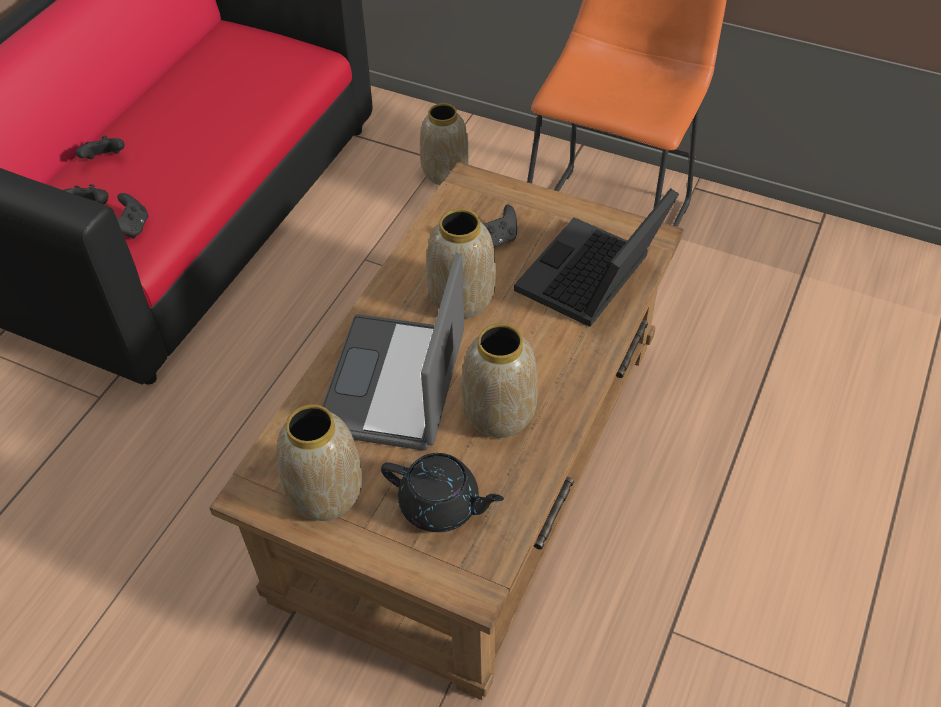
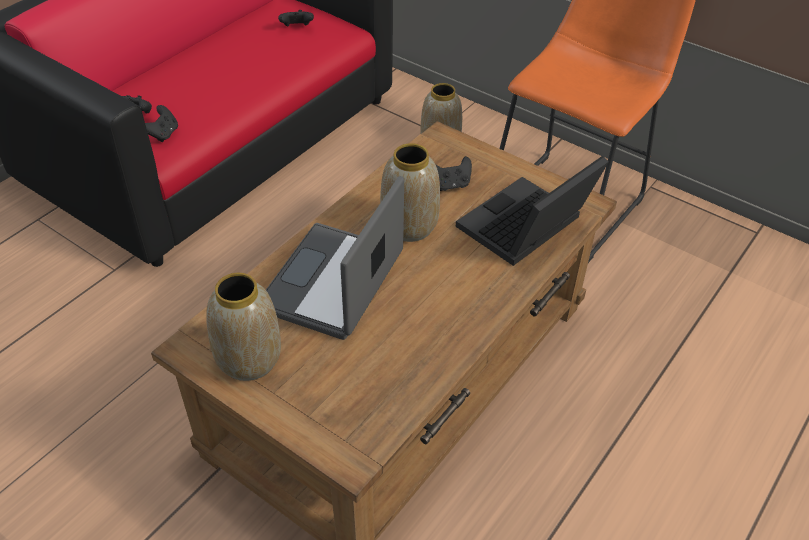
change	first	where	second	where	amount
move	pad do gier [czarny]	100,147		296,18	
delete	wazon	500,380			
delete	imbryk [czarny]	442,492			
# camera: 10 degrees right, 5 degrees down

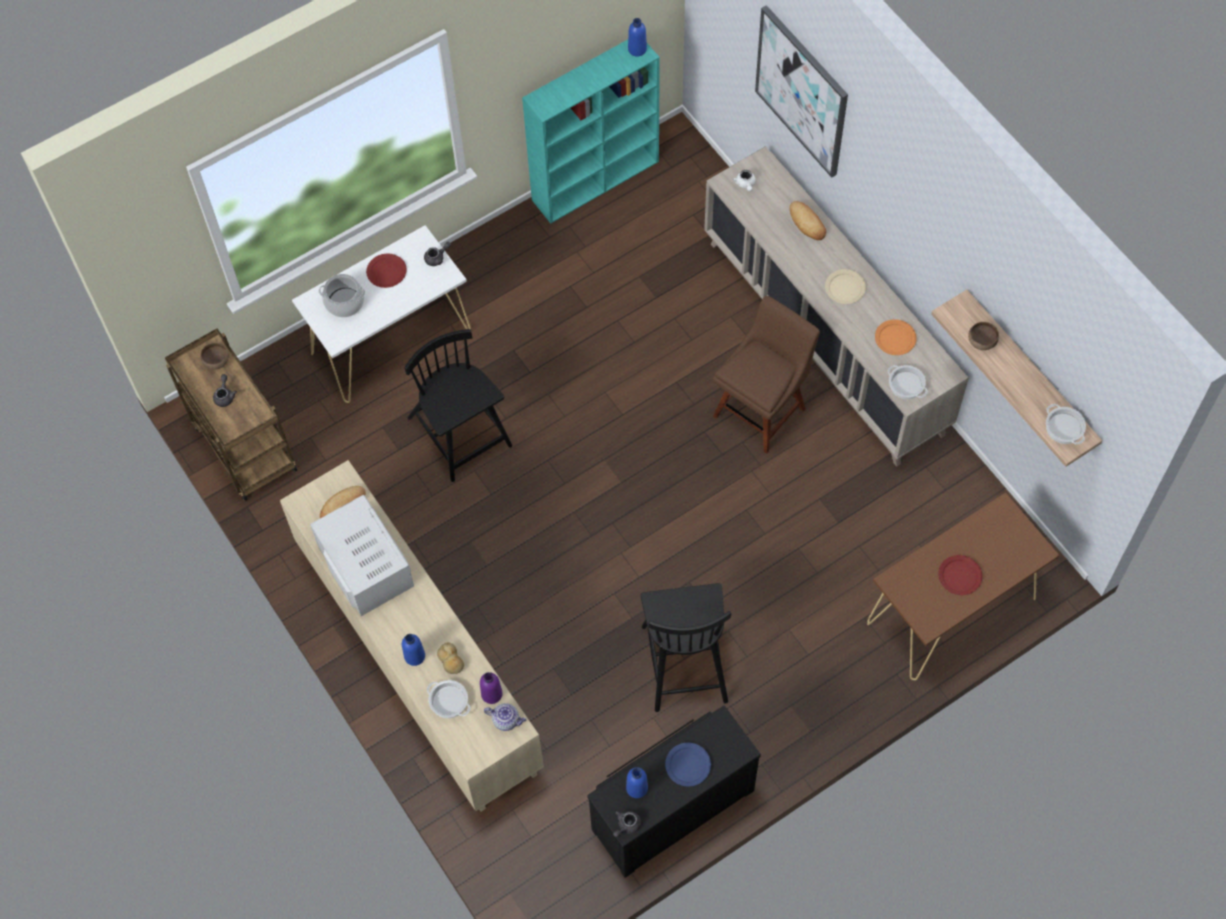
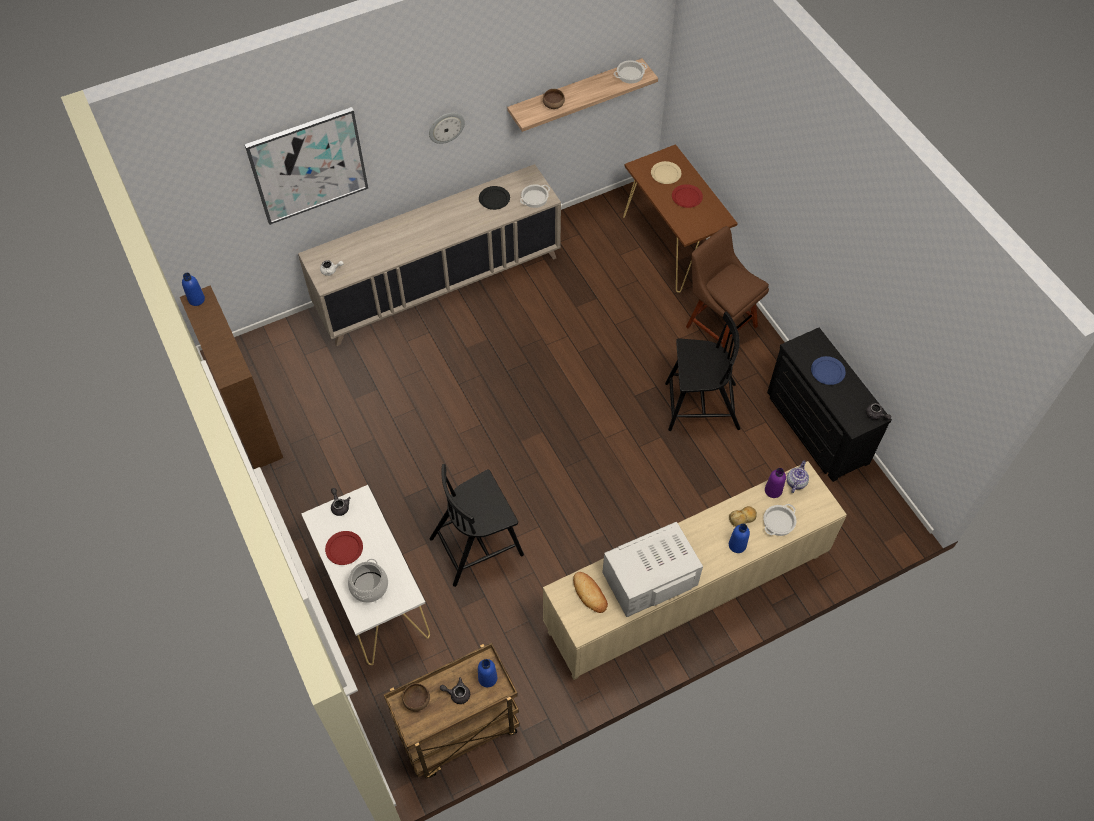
change	first	where	second	where	amount
recolor	regał [turkusowy]	591,132	regał [brązowy]	231,377	
delete	chleb	808,220			
move	talerz [beżowy]	845,286		666,172	
move	krzesło [brązowy]	766,375		727,288	
recolor	talerz [pomarańczowy]	896,337	talerz [czarny]	494,198	
move	butelka [niebieski]	637,782		487,673	
insert			zegar ścienny	447,128	
# camera: 85 degrees left, 5 degrees down

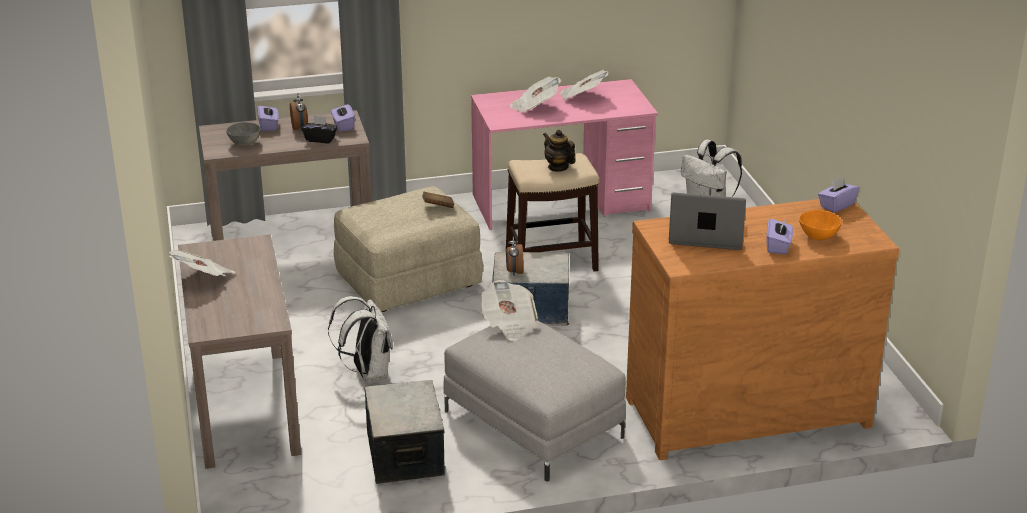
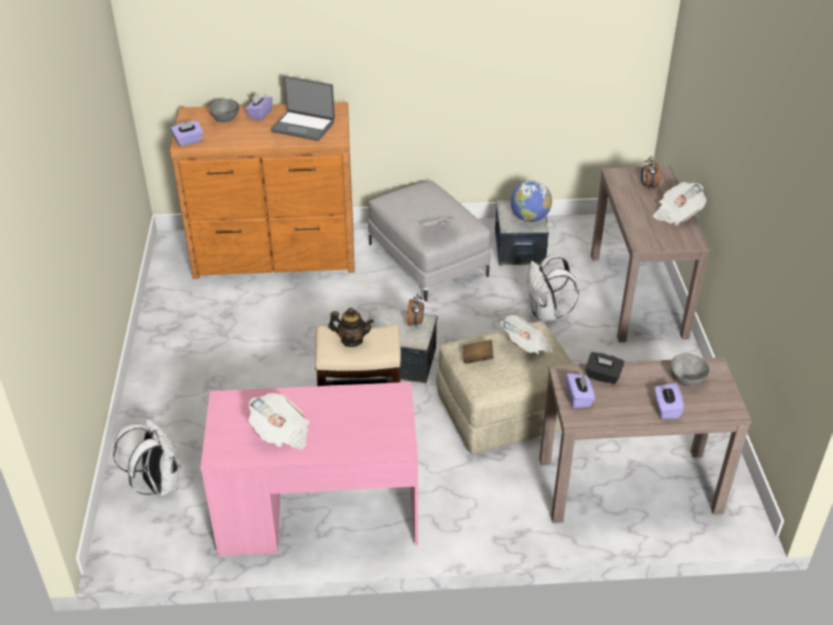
change	first	where	second	where	amount
move	gazeta	535,95		526,334	
move	budzik	299,111		650,173	
rotate	imbryk	559,150		351,327	45 degrees counterclockwise
recolor	miska [pomarańczowy]	820,225	miska [szary]	224,110	
insert			globus	531,201	
# camera: 170 degrees left, 10 degrees up

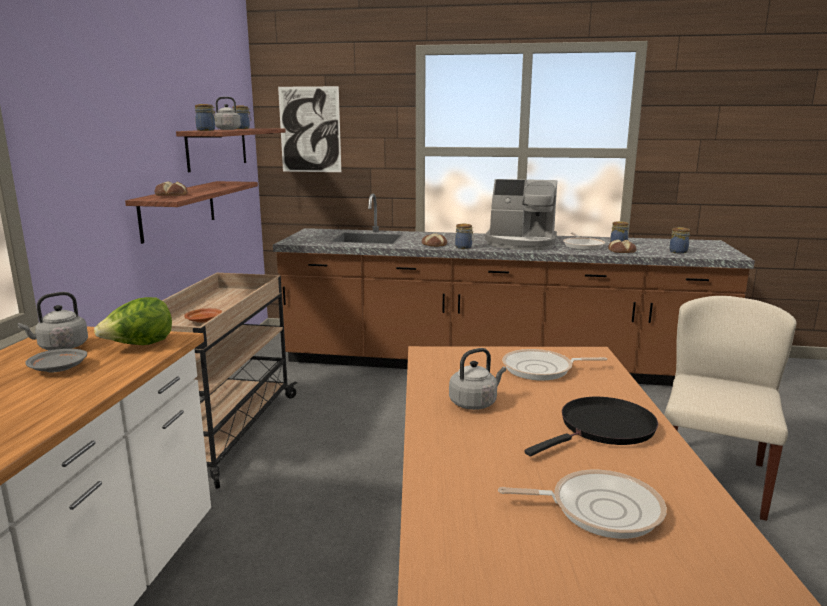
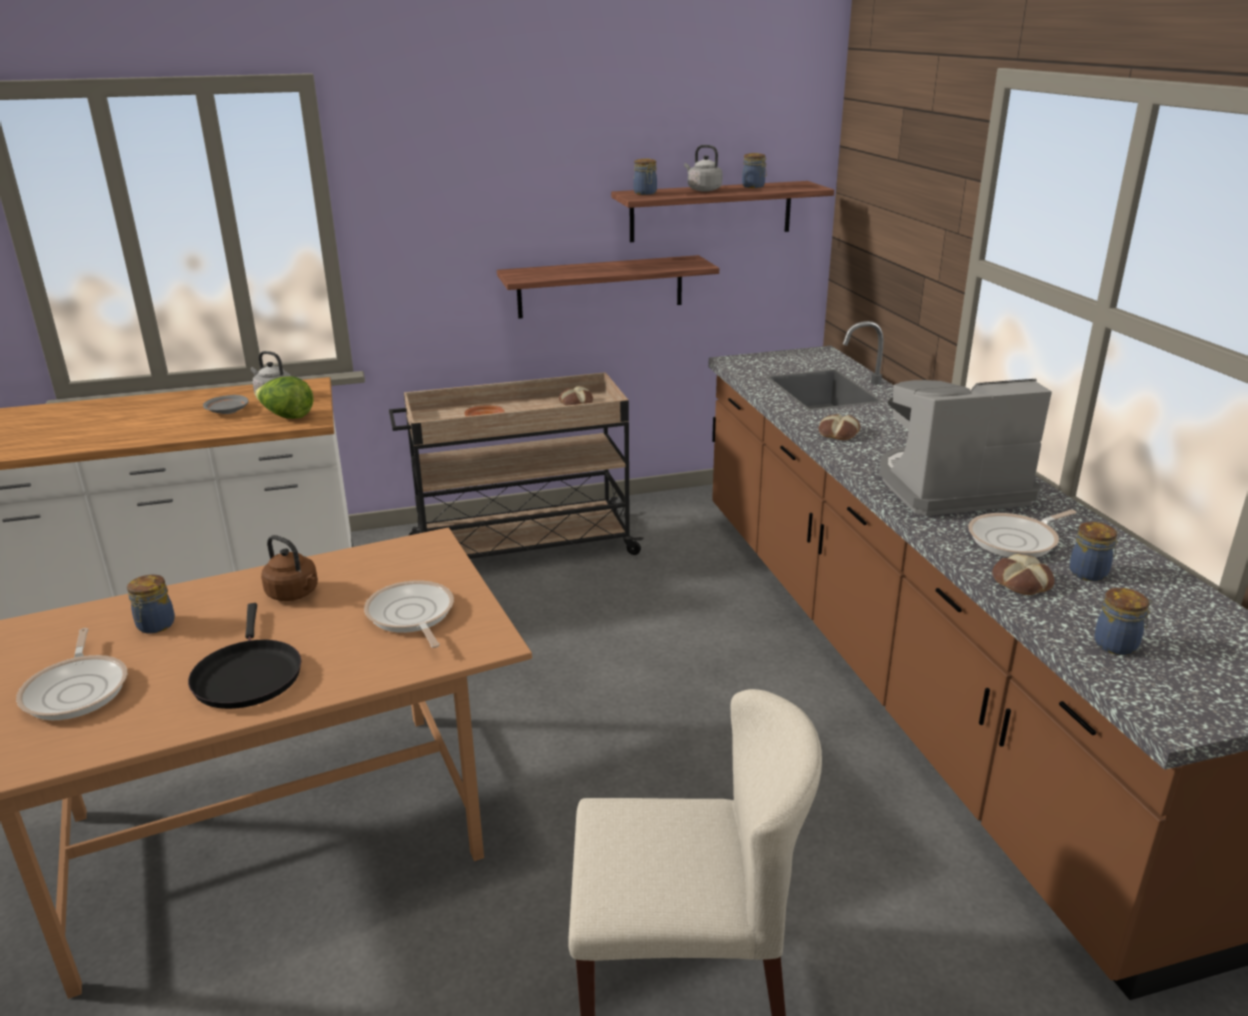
change	first	where	second	where	amount
delete	obraz	309,129			
rotate	ekspres do kawy	521,214		965,447	90 degrees clockwise
move	chleb	171,188		576,396	
move	słoik	464,236		151,604	
recolor	czajnik [szary]	477,379	czajnik [brązowy]	289,568	
rotate	patelnia [czarny]	591,427		244,656	45 degrees clockwise
# camera: 65 degrees right, 10 degrees up

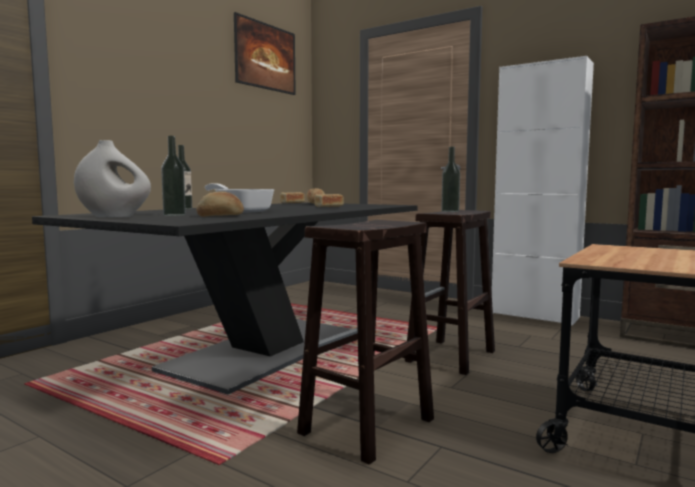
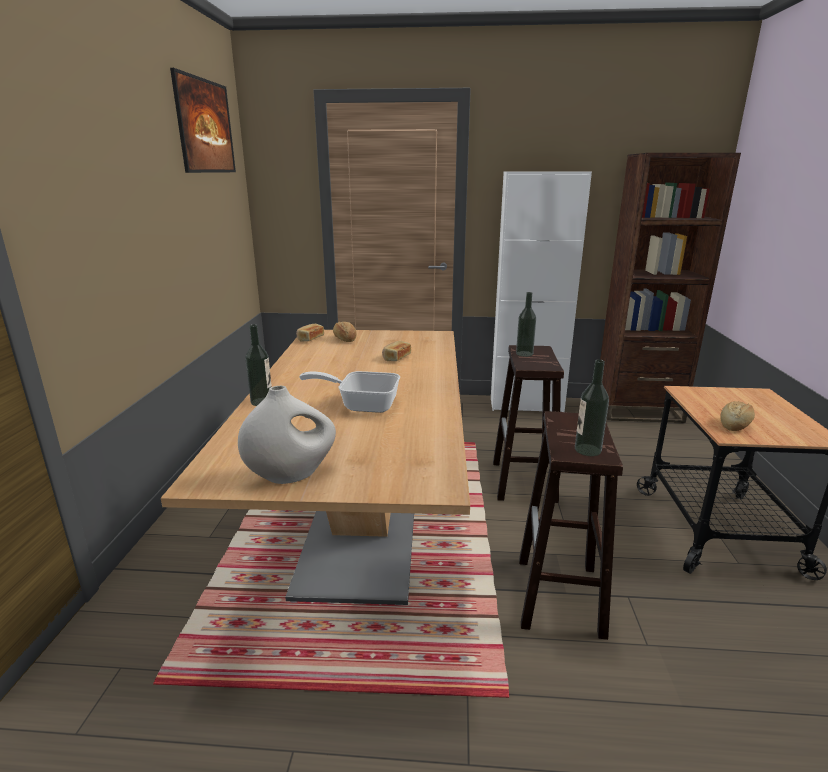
change	first	where	second	where	amount
move	butelka	173,176		592,407	
move	chleb	220,204		738,416	
recolor	stół jadalny [czarny]	225,298	stół jadalny [beżowy]	315,467	
# camera: 30 degrees left, 15 degrees up

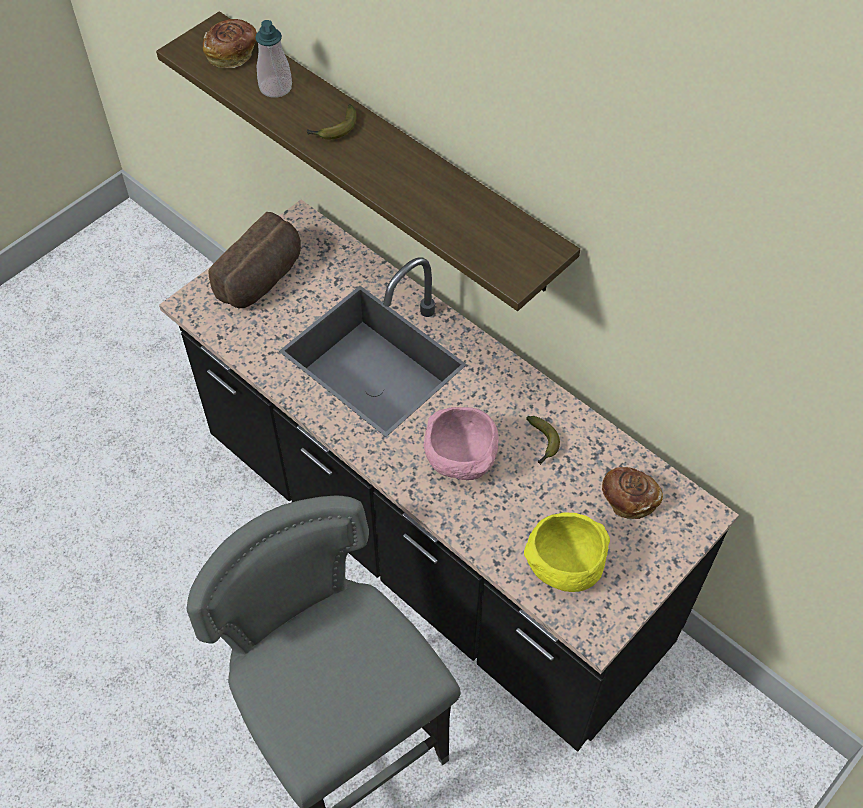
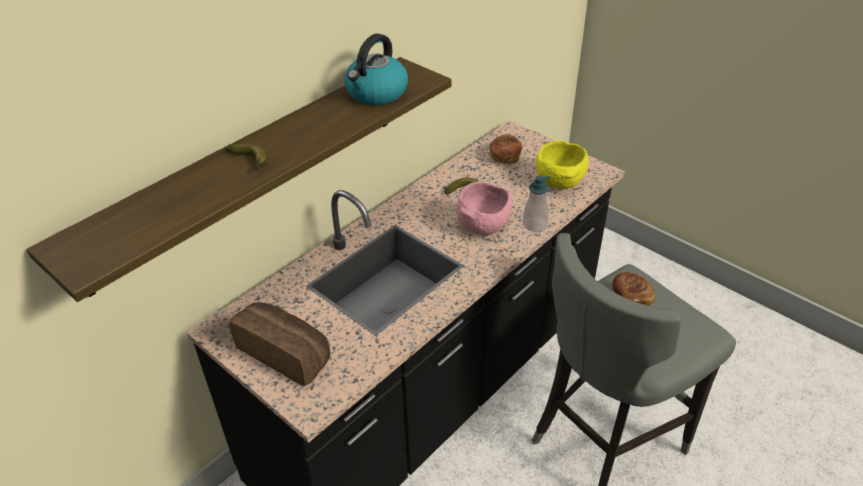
change	first	where	second	where	amount
move	chleb	230,43		633,289	
move	dozownik mydła	273,59		536,204	
insert			czajnik	376,69	
# camera: 90 degrees left, 15 degrees down

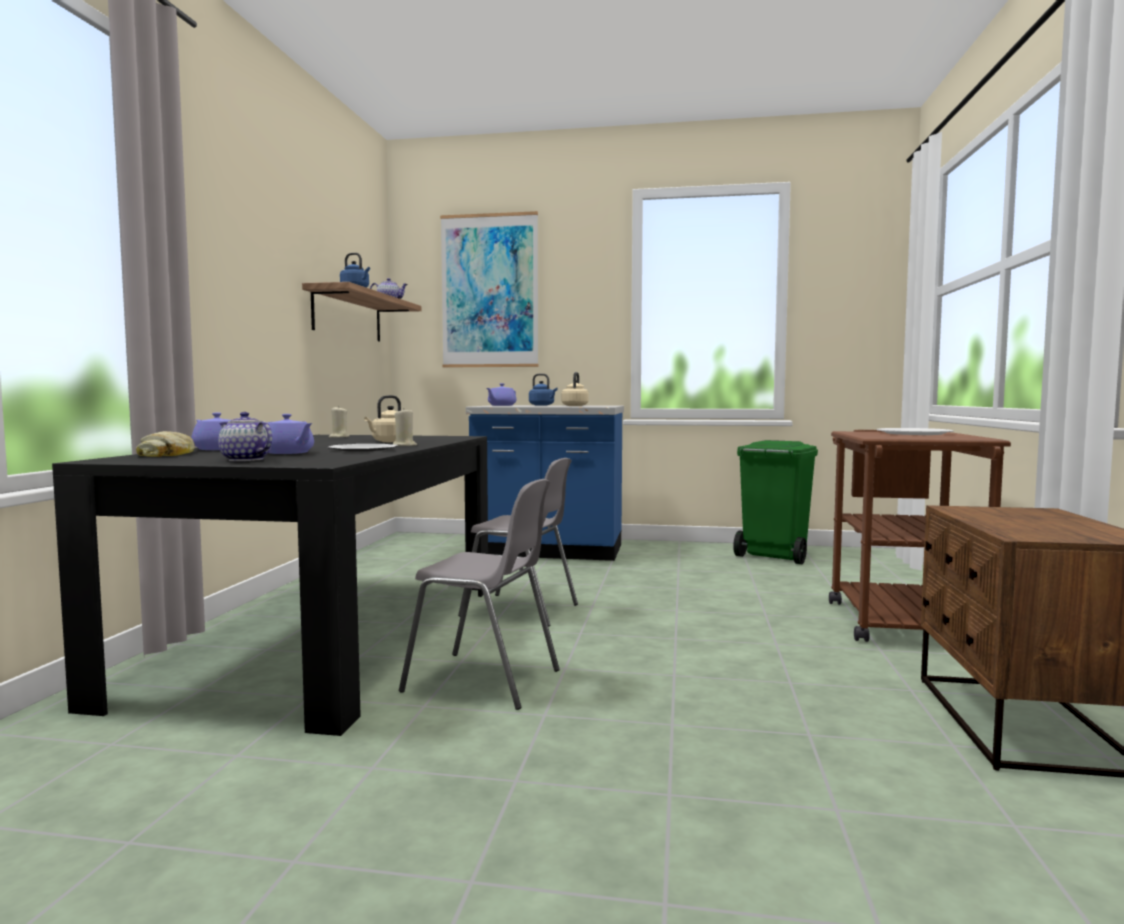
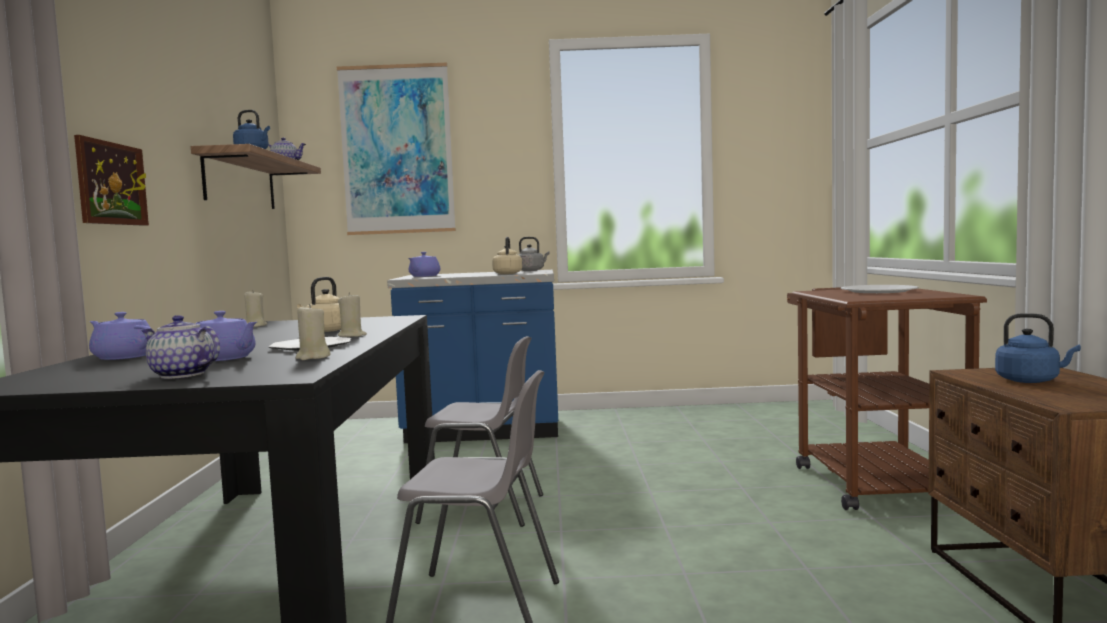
change	first	where	second	where	amount
move	czajnik [niebieski]	543,389		1038,348	
delete	chleb	165,444			
delete	kosz na śmieci [zielony]	775,502			
insert			obraz	111,180	
insert			czajnik [szary]	534,254	
insert			świeca [beżowy]	313,332	
# camera: 10 degrees left, 0 degrees up

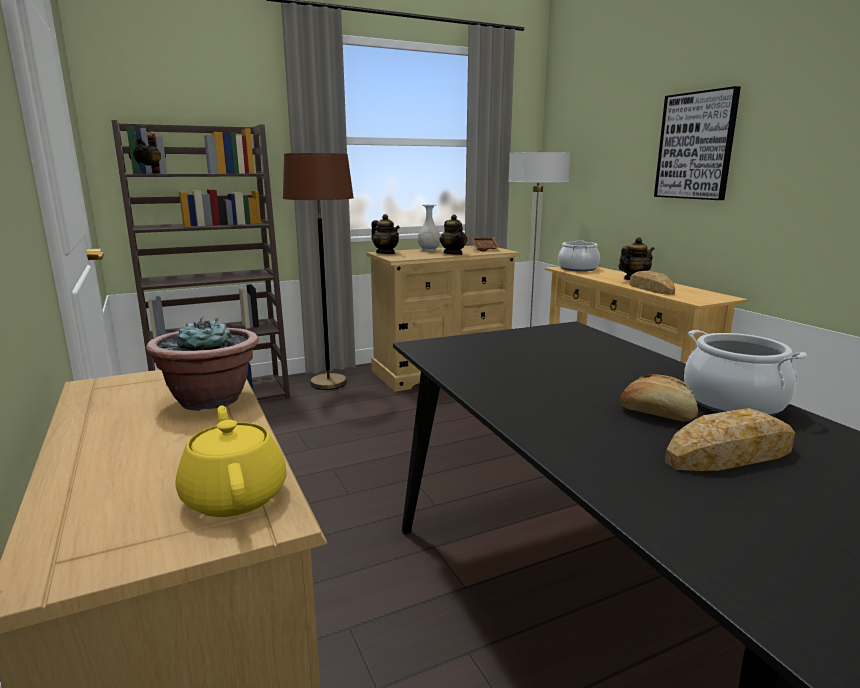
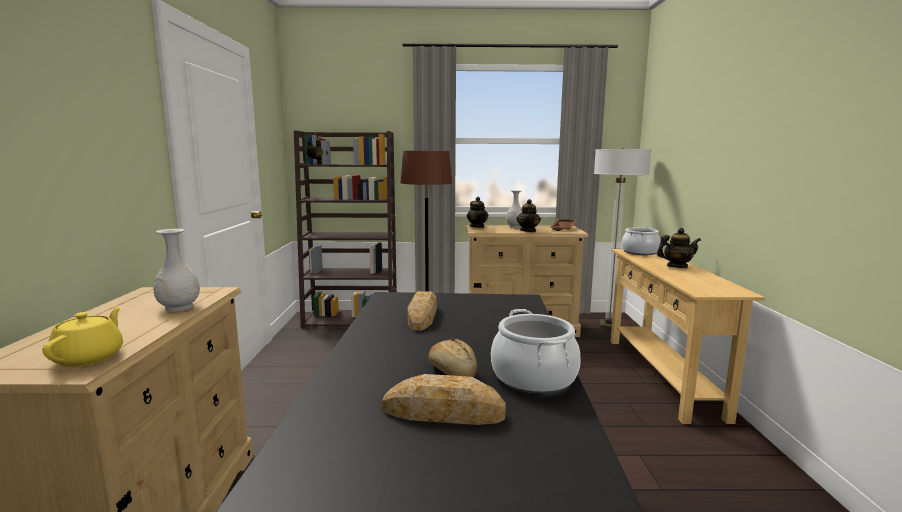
change	first	where	second	where	amount
delete	obraz	697,143			
move	chleb	652,283		422,311	
replace	roślina doniczkowa	202,364	wazon [biały]	176,270	
# camera: 25 degrees right, 5 degrees down

